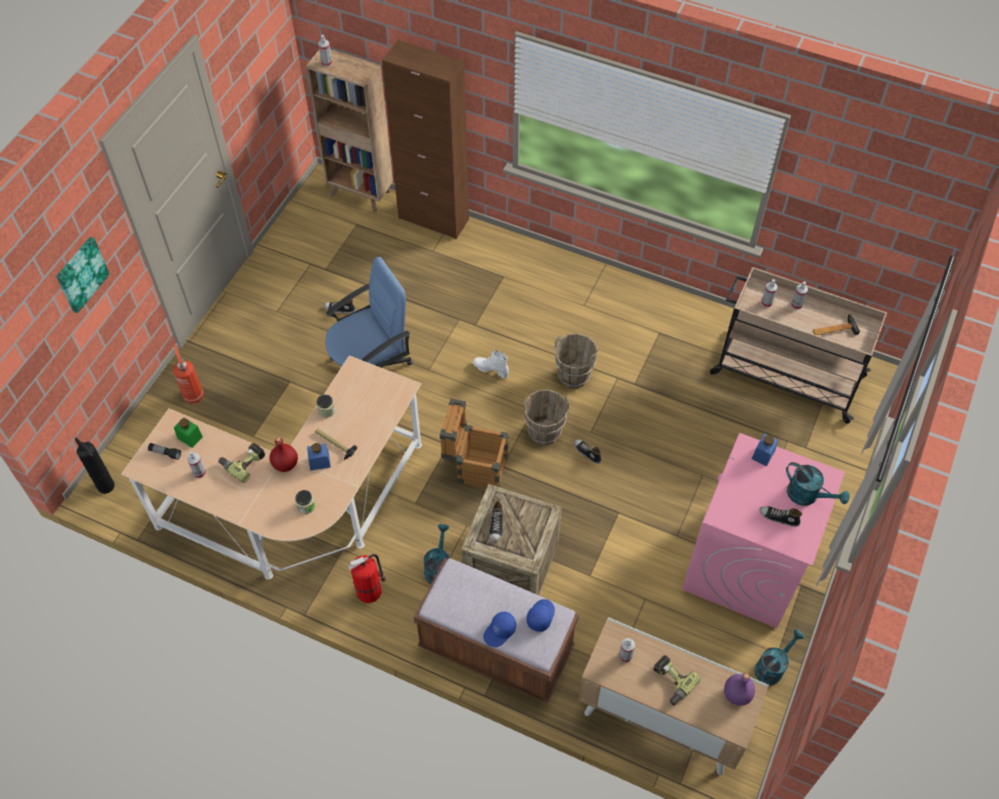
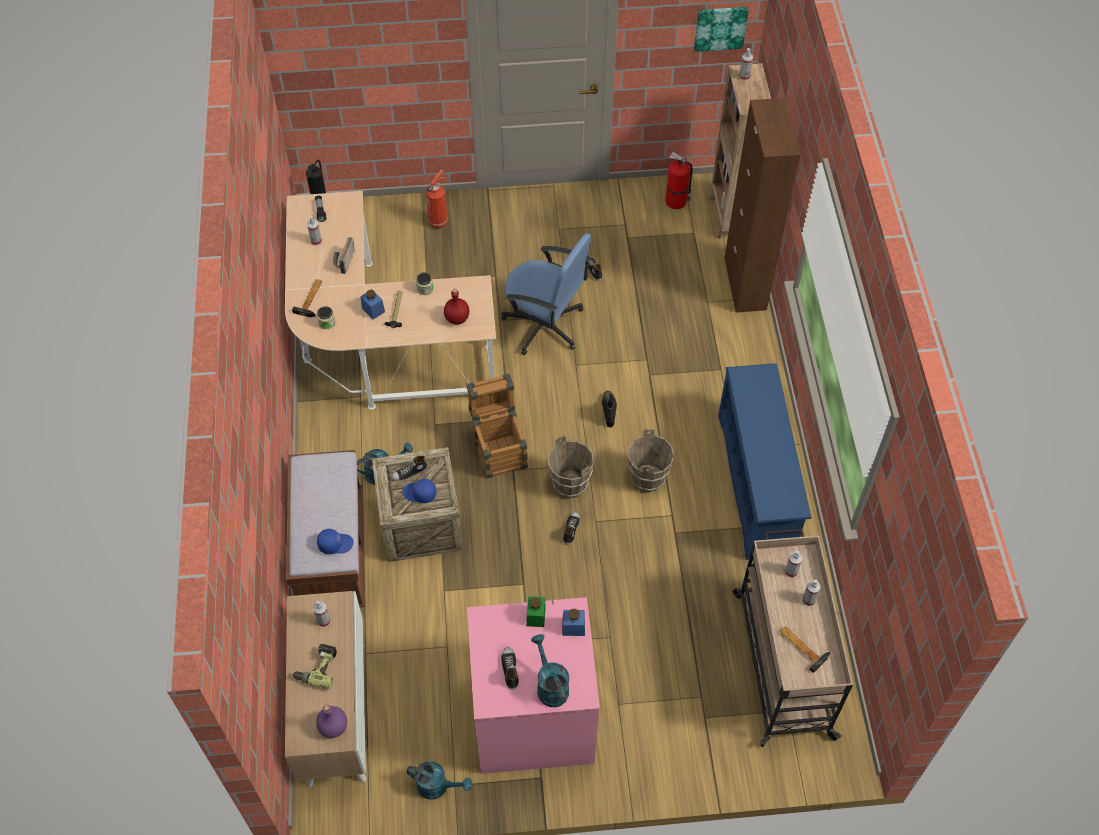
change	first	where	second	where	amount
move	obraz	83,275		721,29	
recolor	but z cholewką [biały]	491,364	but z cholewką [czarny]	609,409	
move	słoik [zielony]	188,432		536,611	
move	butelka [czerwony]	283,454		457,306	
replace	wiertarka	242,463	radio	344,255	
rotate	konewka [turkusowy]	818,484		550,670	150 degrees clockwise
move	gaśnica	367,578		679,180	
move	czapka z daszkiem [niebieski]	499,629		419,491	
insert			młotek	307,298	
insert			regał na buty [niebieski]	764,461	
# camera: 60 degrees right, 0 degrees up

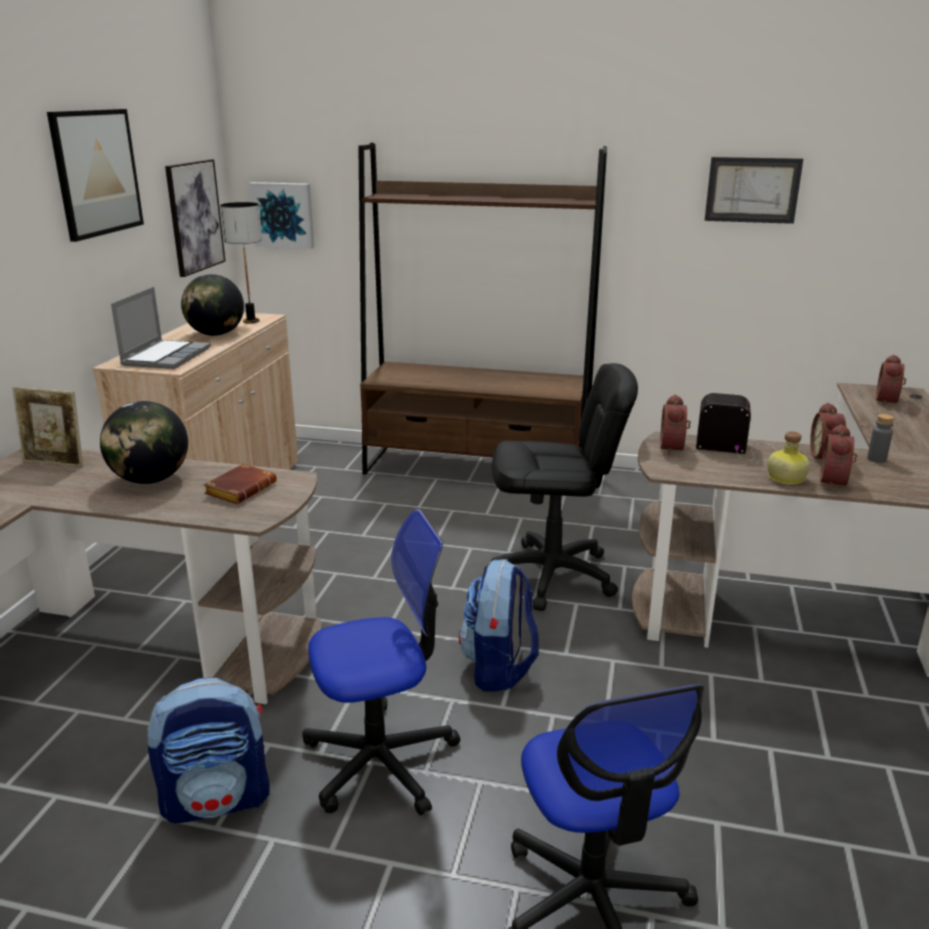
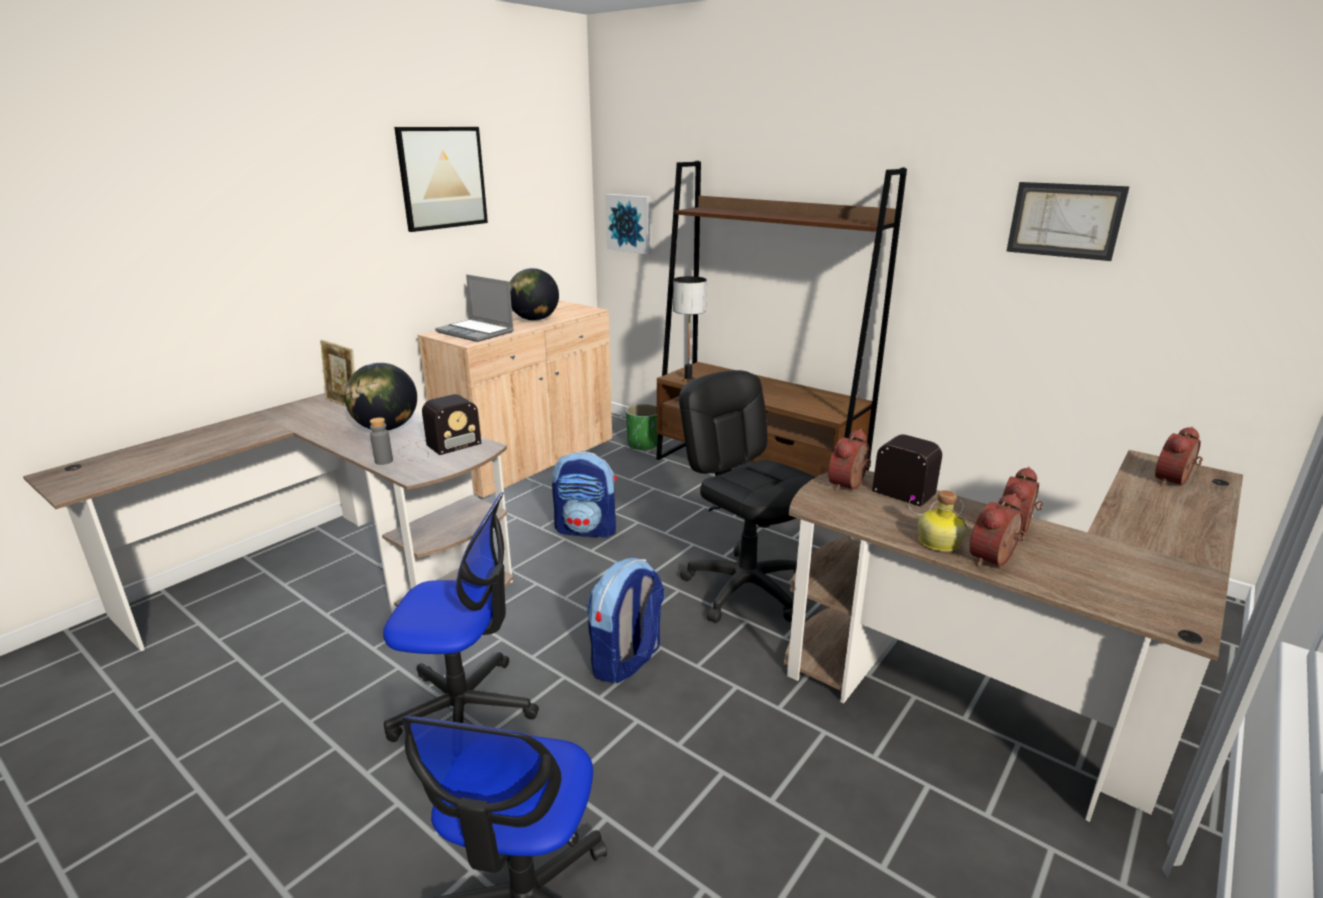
change	first	where	second	where	amount
delete	obraz	195,218			
move	lampa stołowa	241,262		690,329	
rotate	laptop	161,328		474,308	90 degrees clockwise
rotate	krzesło biurowe [czarny]	561,487		747,496	150 degrees counterclockwise
move	butelka [szary]	880,438		381,441	
replace	książka [brązowy]	240,483	radio	439,428	
move	plecak	208,750		584,494	
insert			donica [zielony]	642,427	
# camera: 25 degrees right, 0 degrees up

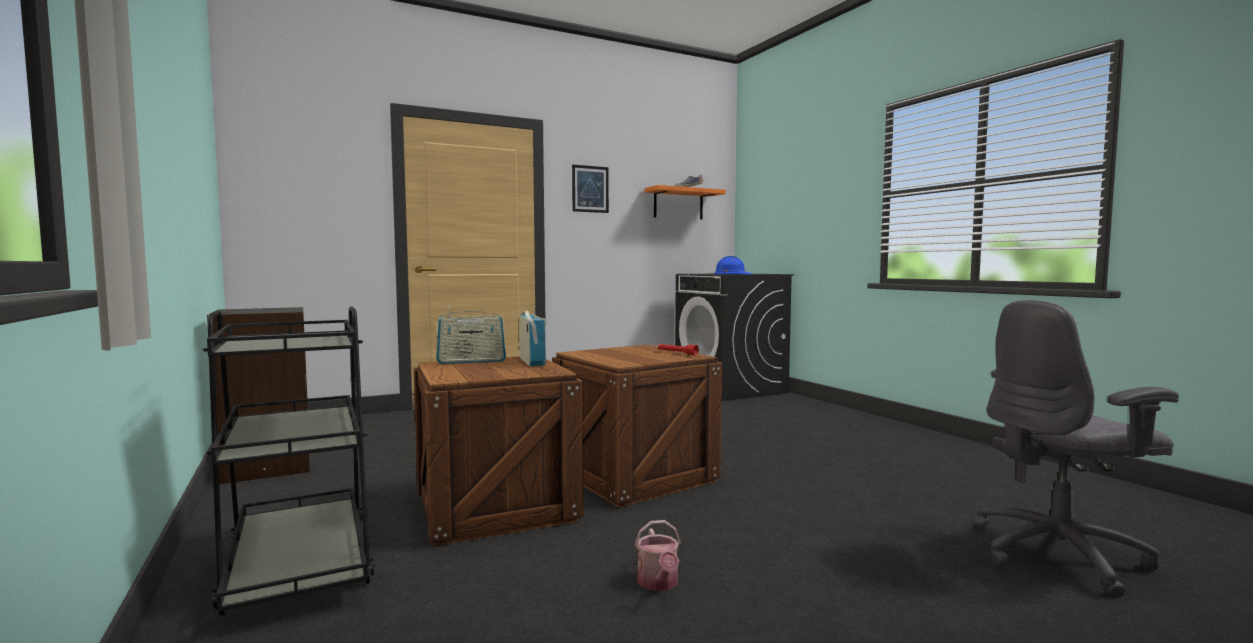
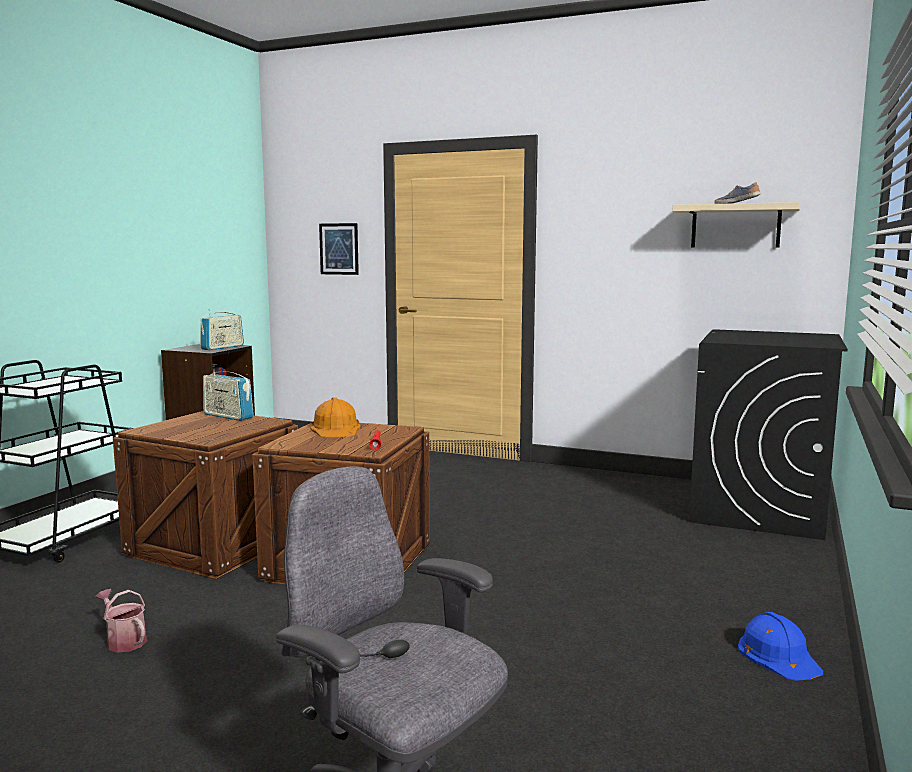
change	first	where	second	where	amount
move	obraz	590,189		339,249	
recolor	półka [pomarańczowy]	685,202	półka [beżowy]	736,224	
move	kask [niebieski]	733,265		780,646	
move	radio	532,336		222,329	
rotate	konewka	658,555		121,621	90 degrees clockwise
insert			kask [pomarańczowy]	335,417	
# camera: 50 degrees right, 5 degrees up

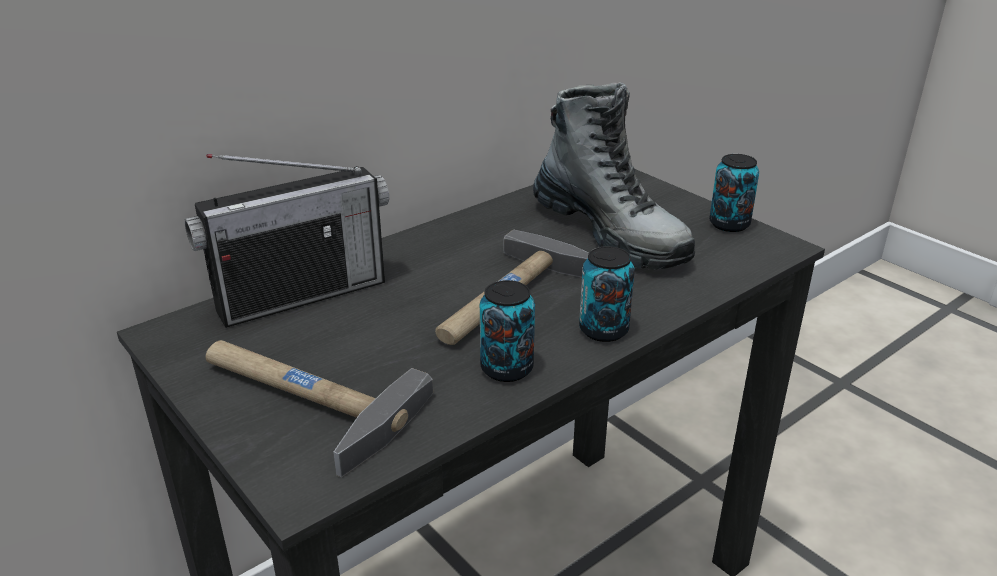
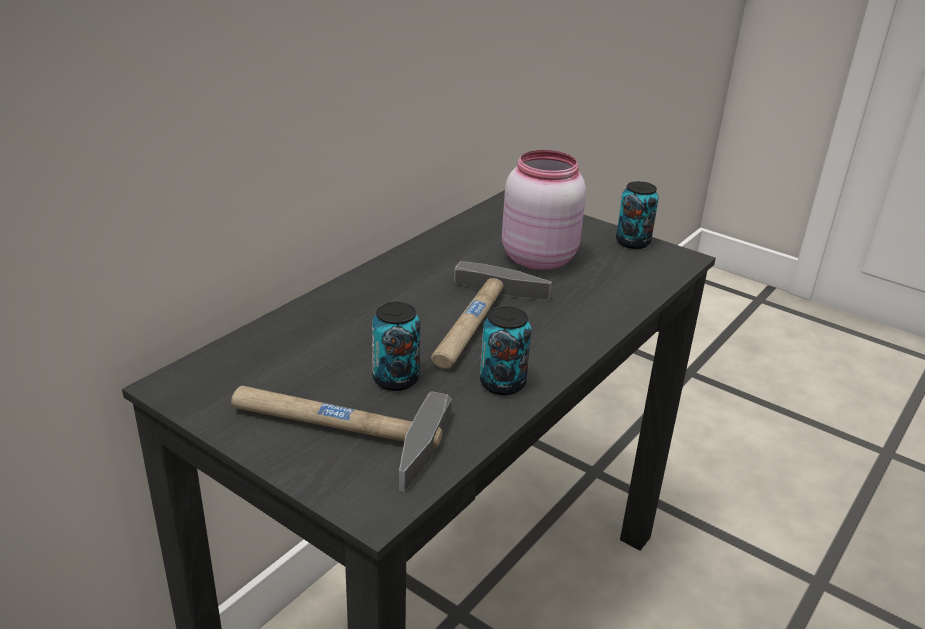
change	first	where	second	where	amount
replace	but z cholewką	614,176	słoik [różowy]	544,210	
delete	radio	286,241			
move	puszka	607,294		396,346	
# camera: 15 degrees left, 0 degrees up

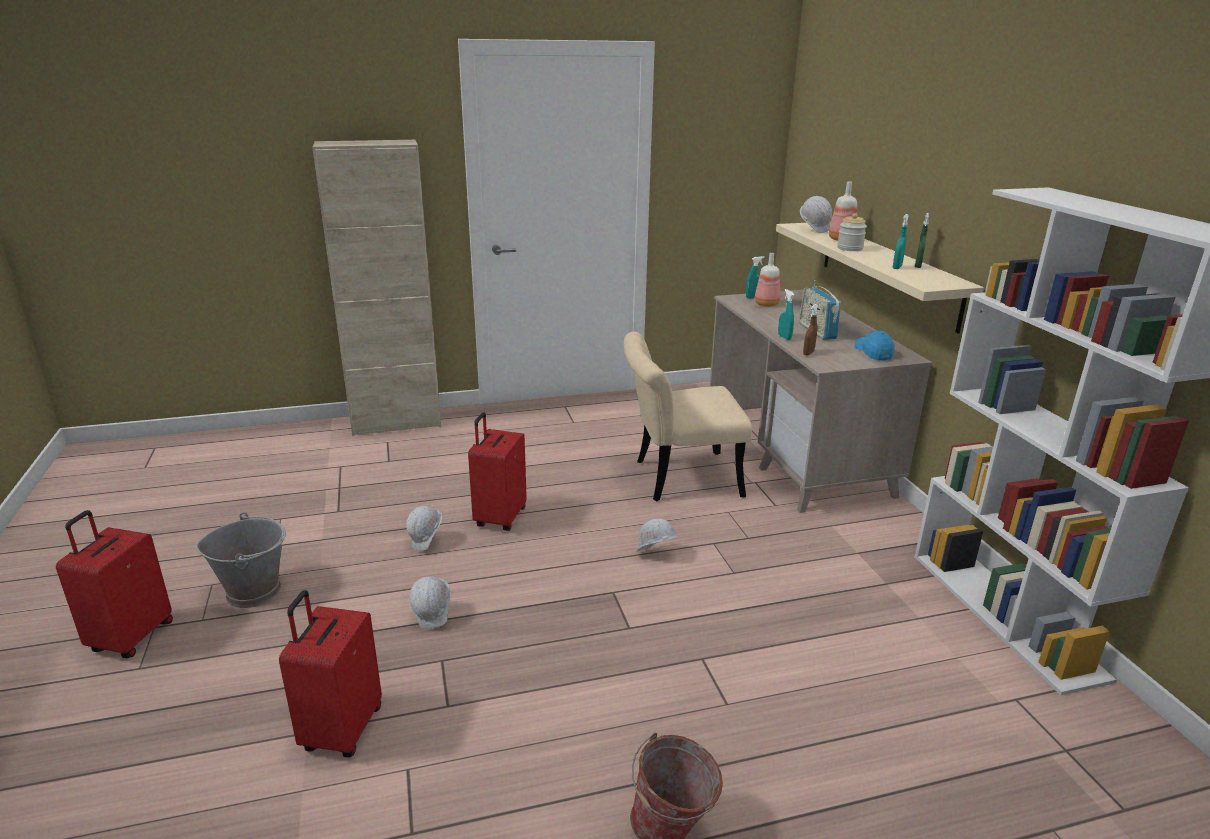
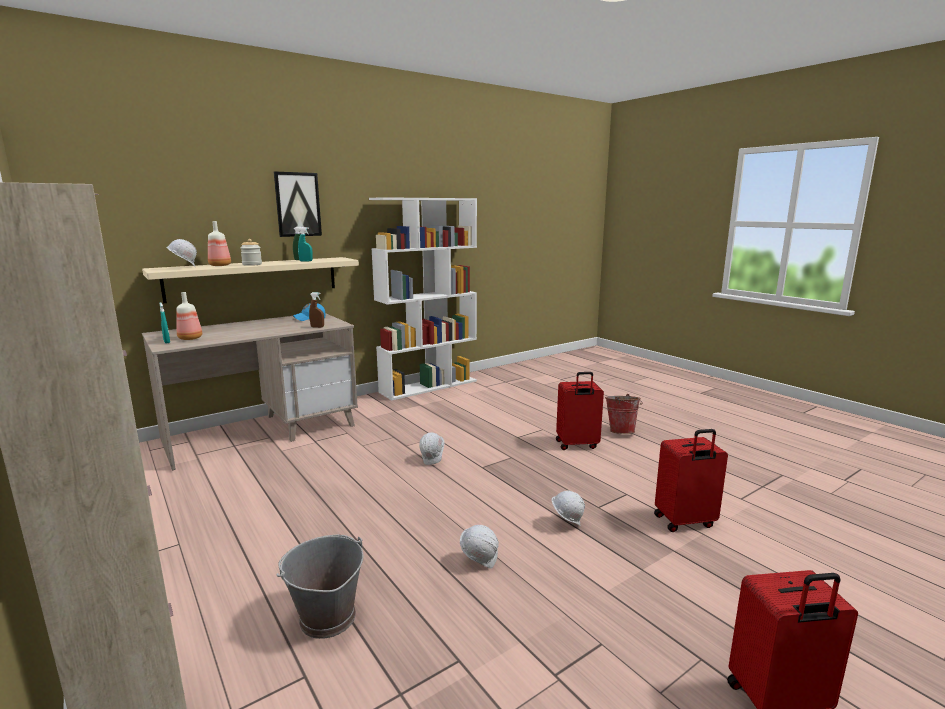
change	first	where	second	where	amount
delete	radio	820,310			
delete	spryskiwacz [turkusowy]	786,314			
delete	krzesło [beżowy]	688,416			
move	walizka [czerwony]	497,471		580,411	
move	wiadro [szary]	241,560		320,587	
insert			obraz	298,204	
# camera: 110 degrees left, 10 degrees down

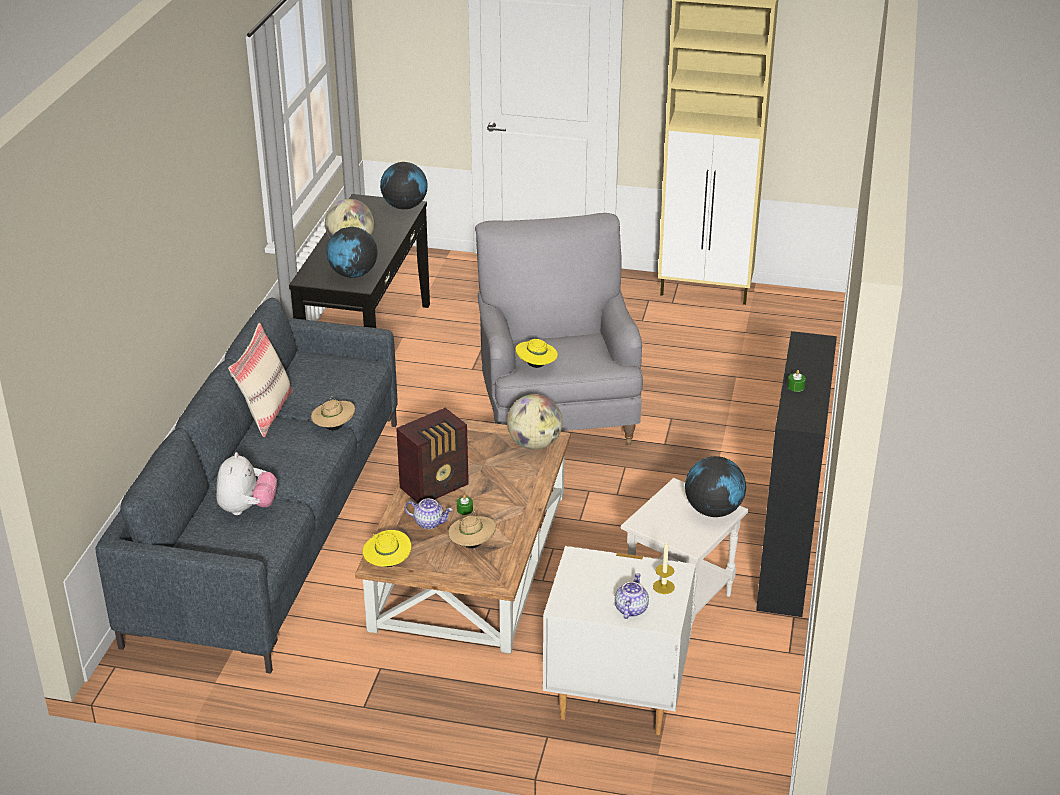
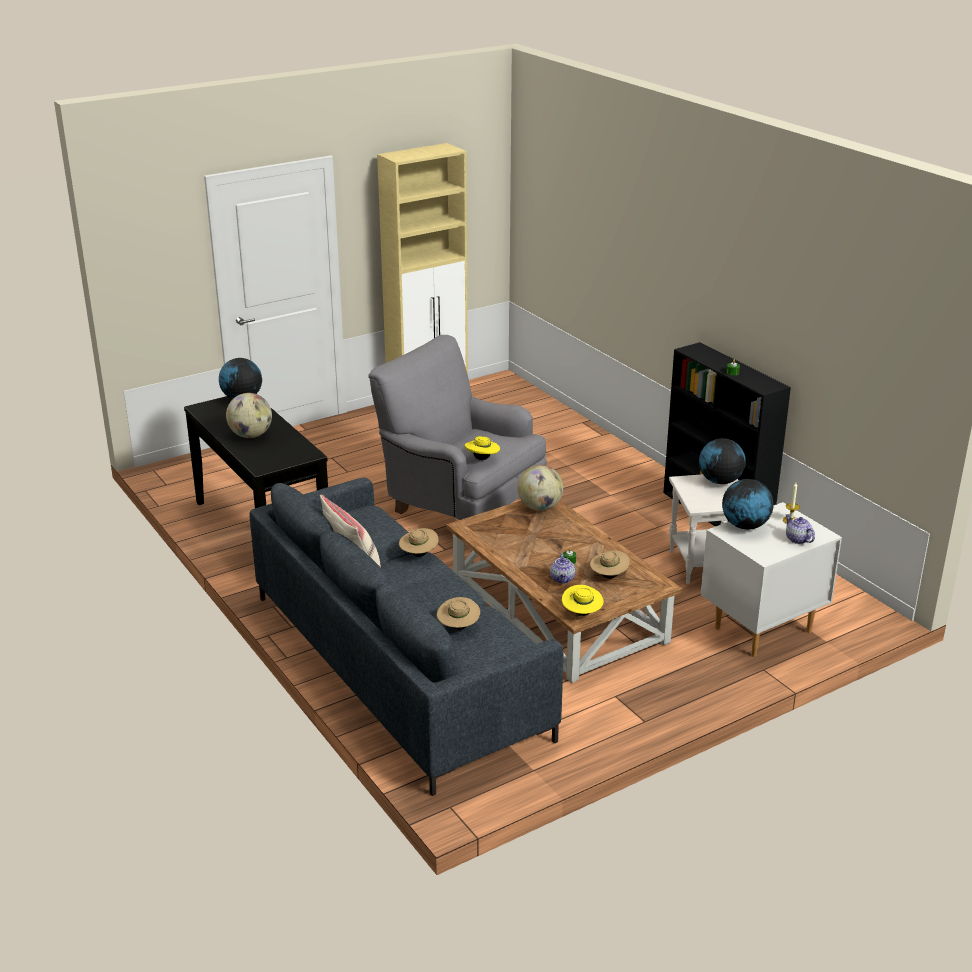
change	first	where	second	where	amount
move	globus	352,252		748,504	
delete	radio	432,455			
replace	pluszak	246,483	kapelusz [beżowy]	458,613	
rotate	imbryk	428,514		562,568	120 degrees clockwise
# camera: 45 degrees left, 5 degrees down

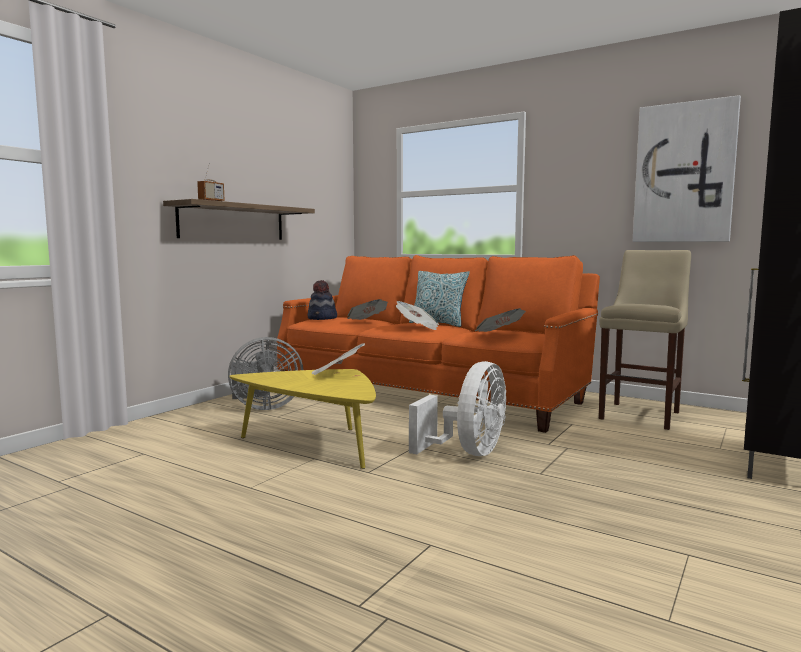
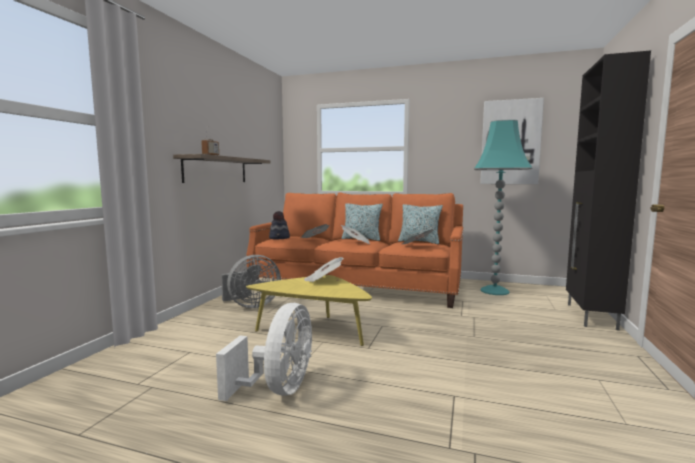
change	first	where	second	where	amount
replace	stołek [beżowy]	645,340	lampa stojąca [turkusowy]	503,207	
move	wentylator [biały]	457,408		264,352	
insert			poduszka	420,224	
# camera: 15 degrees left, 0 degrees up

